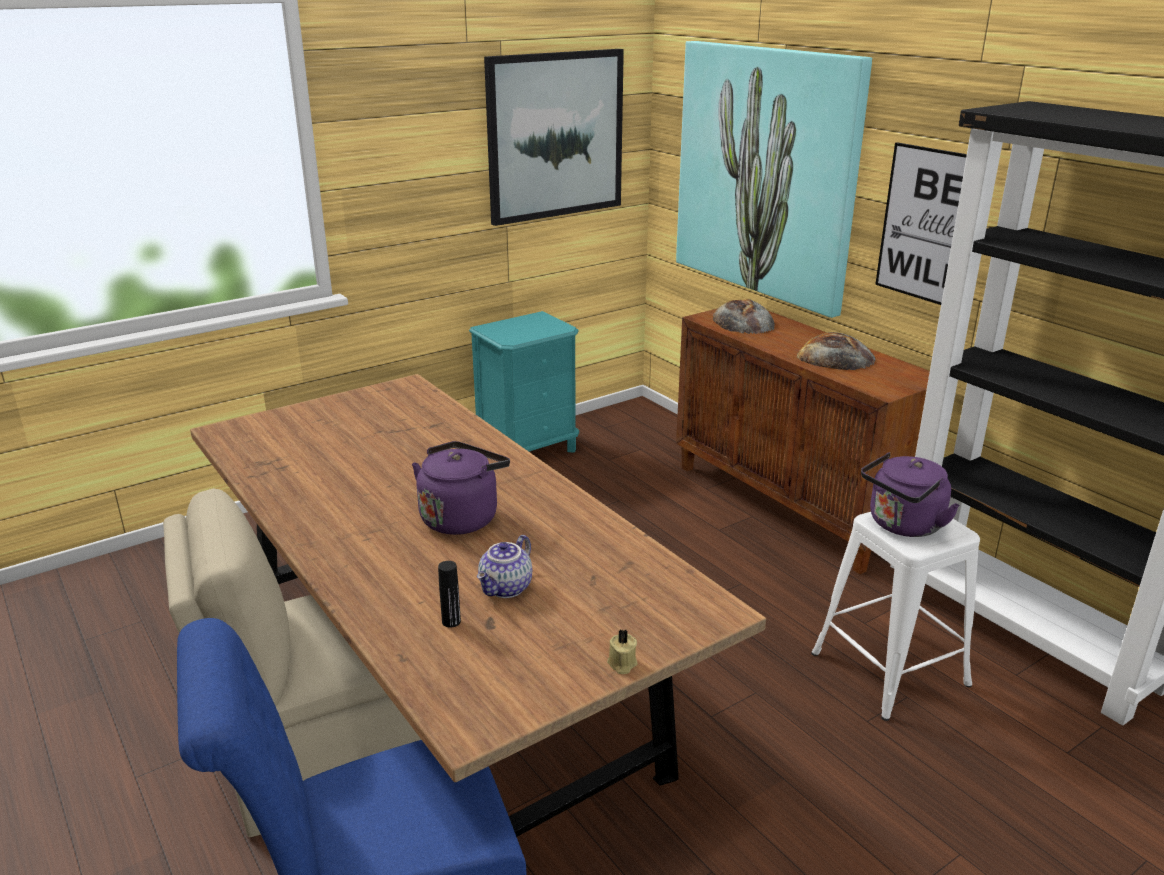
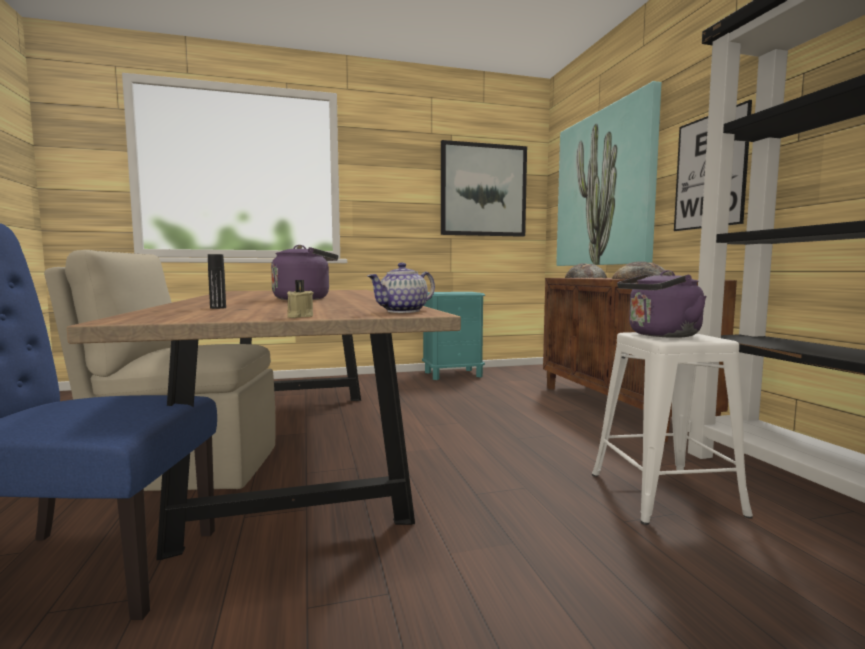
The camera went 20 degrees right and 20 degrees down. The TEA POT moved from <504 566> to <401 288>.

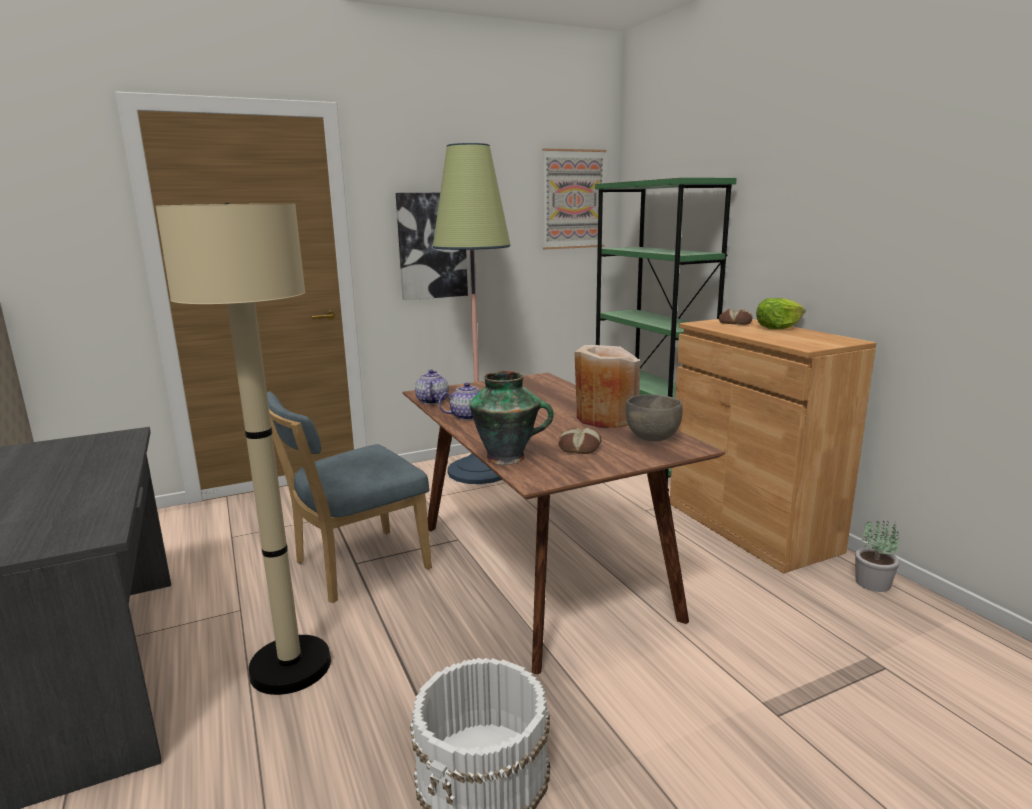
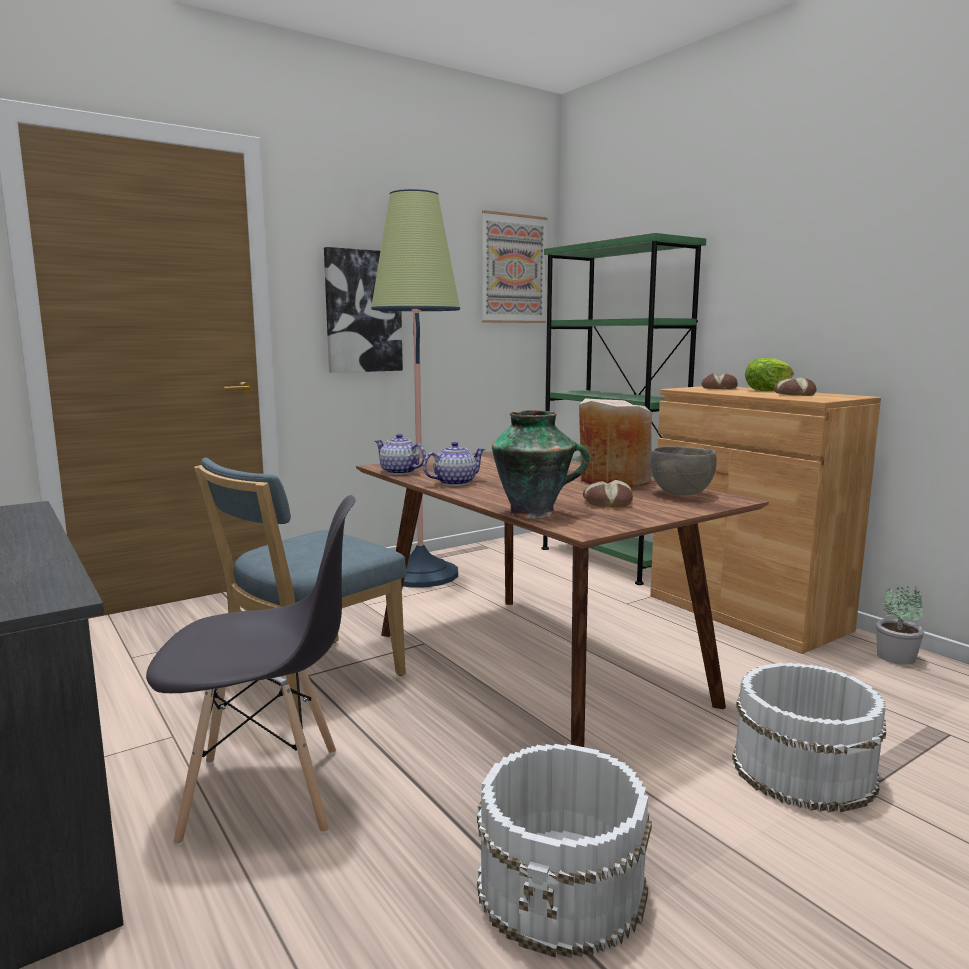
The camera went 10 degrees left and 5 degrees down. The BEIGE STANDING LAMP at <243 449> was replaced by the GREY PLAIN CHAIR at <250 670>. The TEA POT at <432 387> turned 45 degrees counterclockwise. The WHITISH BUCKET at <809 737> appeared. The BAKERY BREAD at <795 386> appeared.

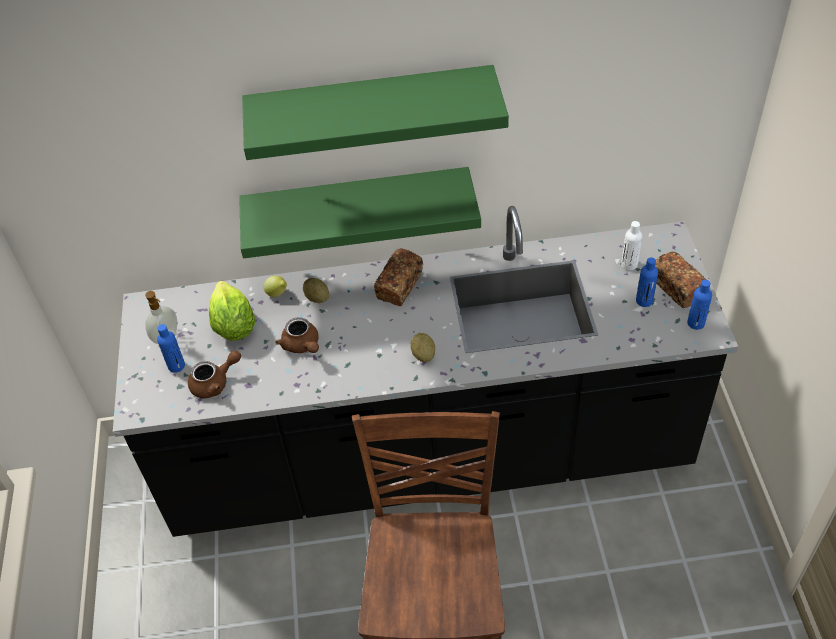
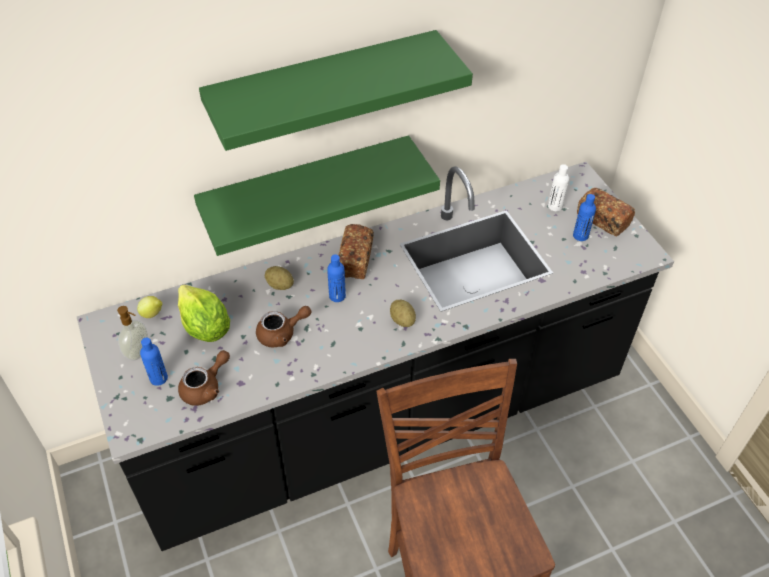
The camera went 20 degrees left and 0 degrees up. The CITRUS FRUIT moved from <275 286> to <150 307>. The BROWN TEA POT at <297 335> turned 60 degrees counterclockwise. The BLUE BEVERAGE BOTTLE moved from <699 305> to <336 278>.

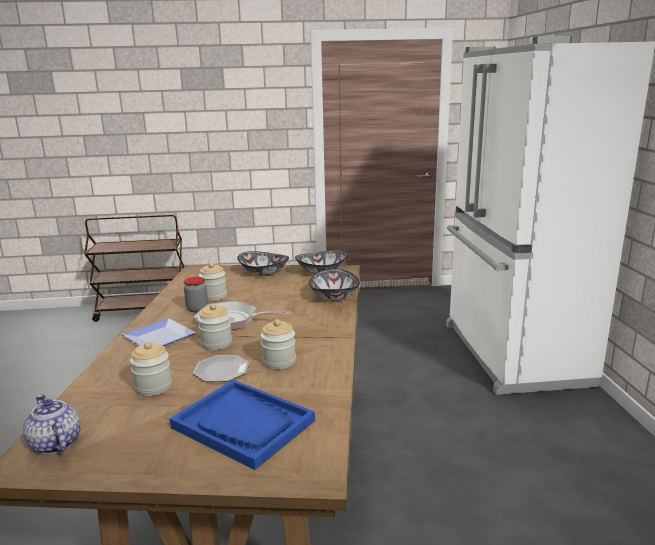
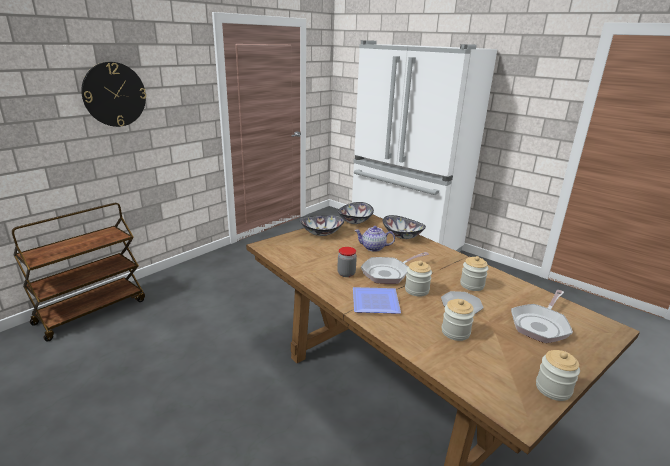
The camera went 45 degrees left and 5 degrees up. The CLOCK ON THE WALL at <113 94> appeared. The TEA POT moved from <52 424> to <375 239>. The BLUE SERVING TRAY at <242 425> was replaced by the FRYING PAN at <542 316>. The JAR moved from <213 282> to <558 375>.

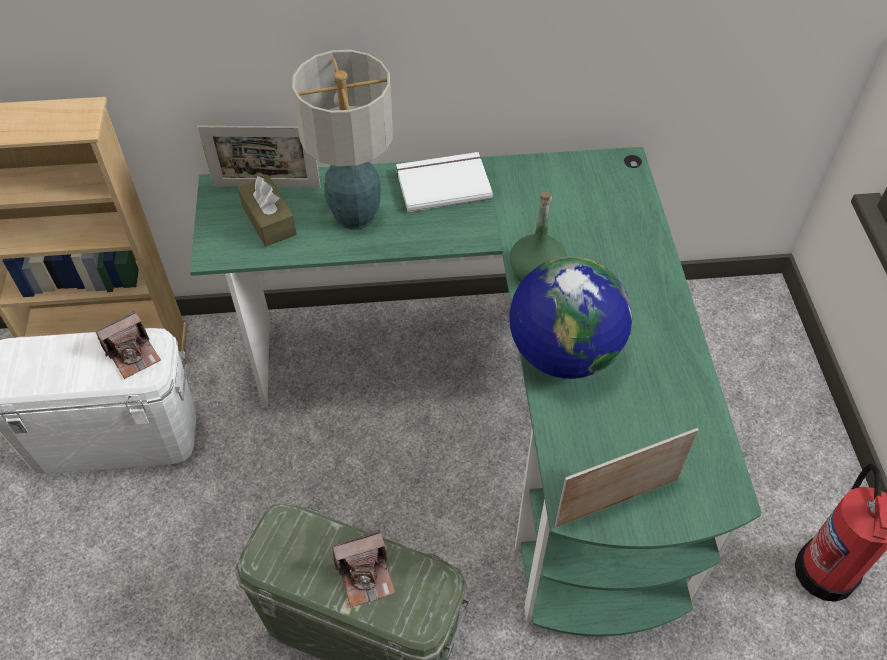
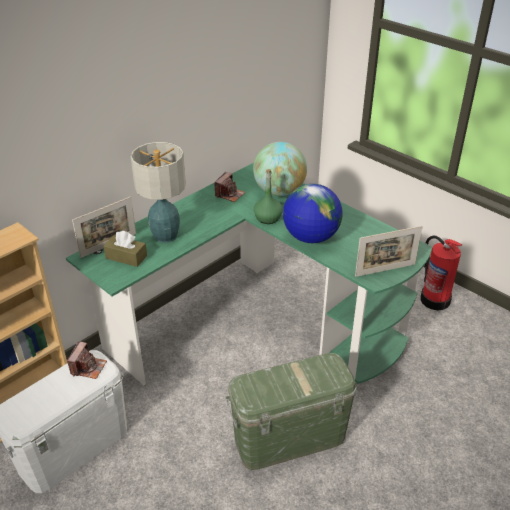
The camera went 40 degrees left and 15 degrees down. The PHOTO CAMERA moved from <363 568> to <229 187>. The GLOBE at <280 169> appeared. The PICTURE FRAME at <627 478> turned 135 degrees counterclockwise. The WHITISH VOLUME at <444 182> disappeared.

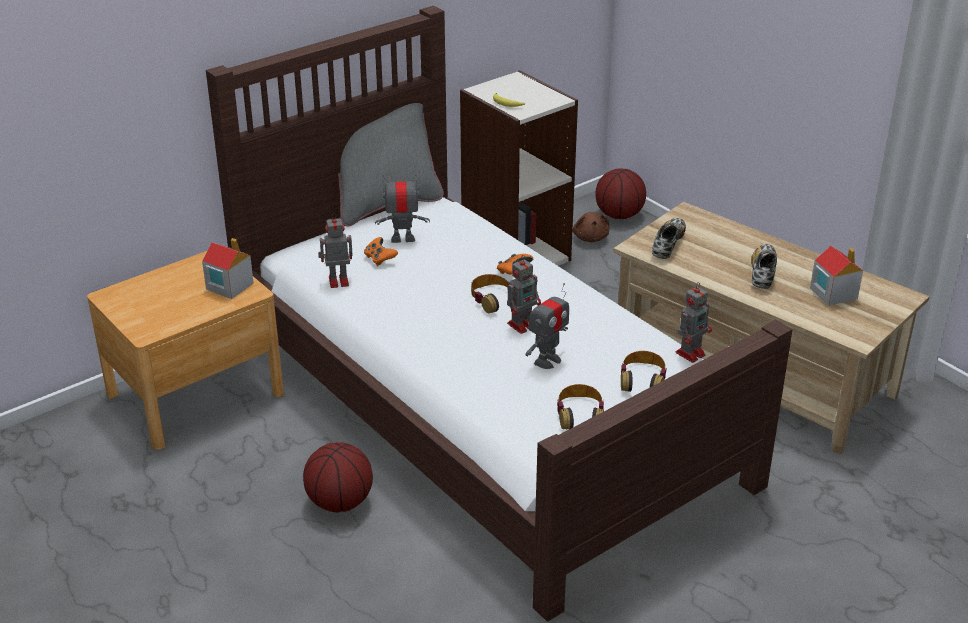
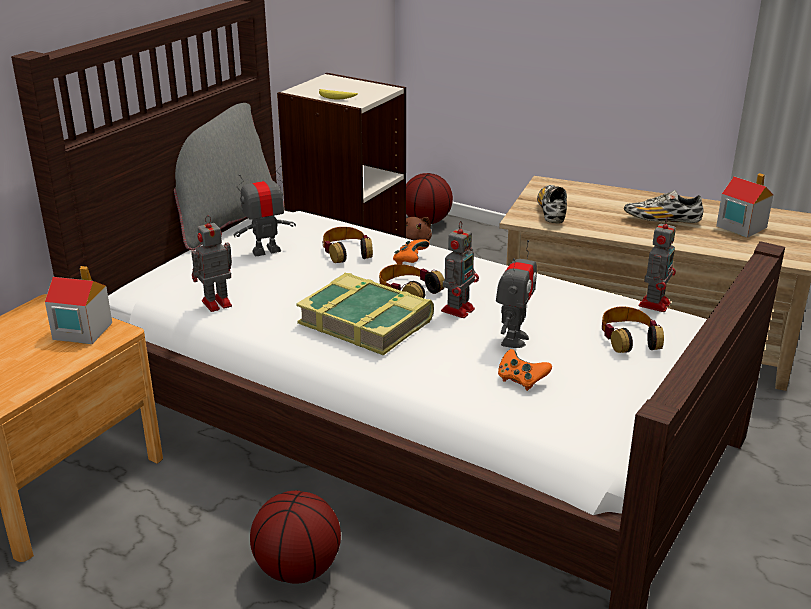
The camera went 20 degrees left and 5 degrees down. The VOLUME at <365 314> appeared. The HEADSET moved from <580 406> to <348 245>. The ORANGE GAME CONTROLLER moved from <381 251> to <525 370>. The ITEM OF FOOTWEAR at <764 266> turned 75 degrees counterclockwise.

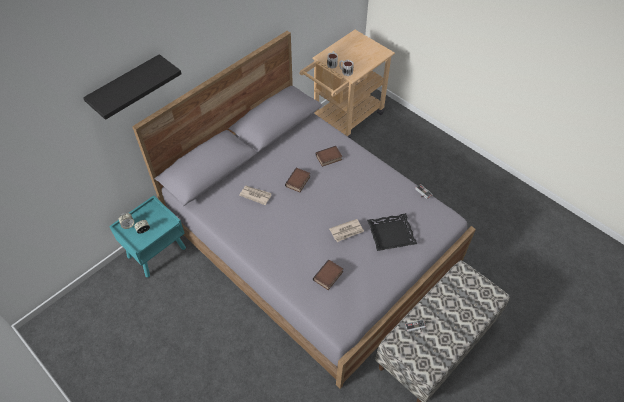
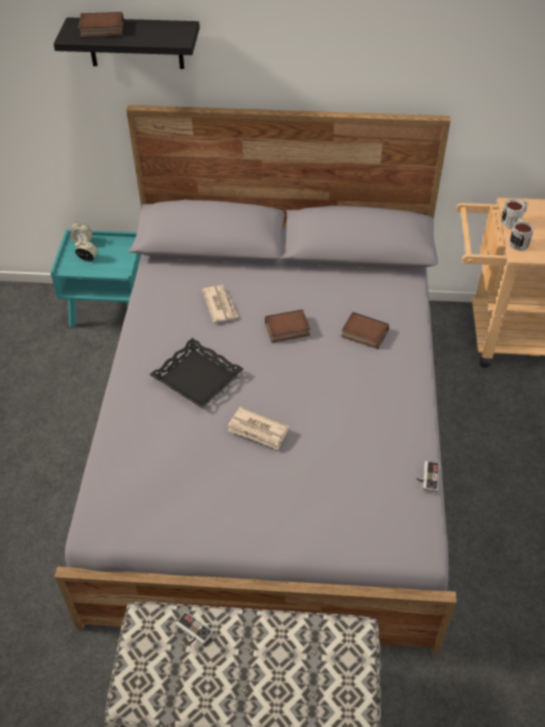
The camera went 50 degrees right and 5 degrees down. The VOLUME moved from <328 274> to <101 25>. The BLACK SERVING TRAY moved from <392 232> to <196 373>.

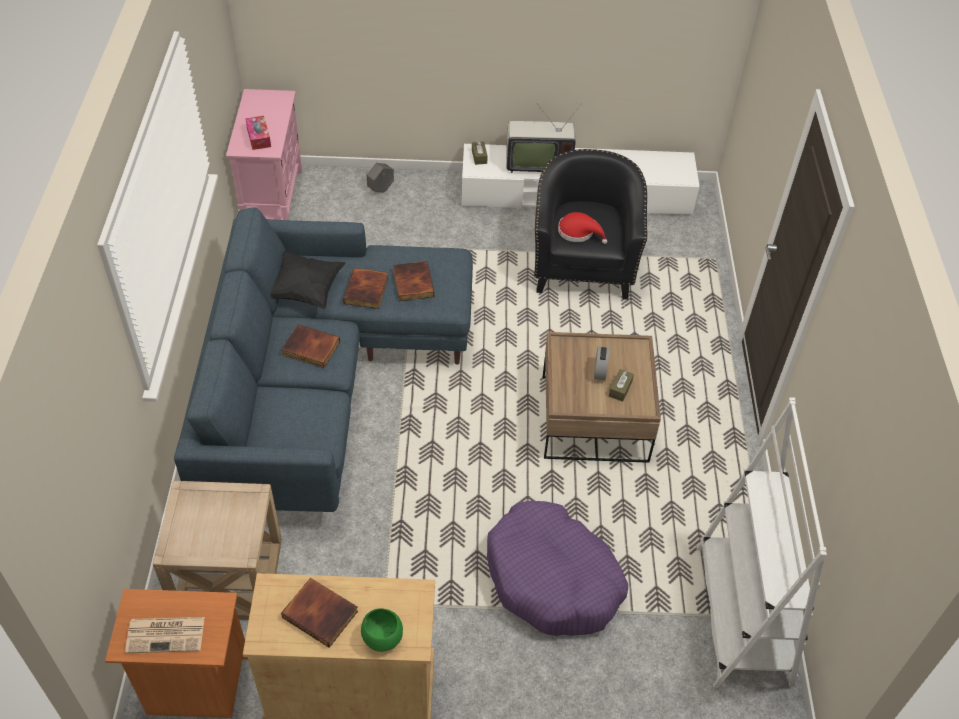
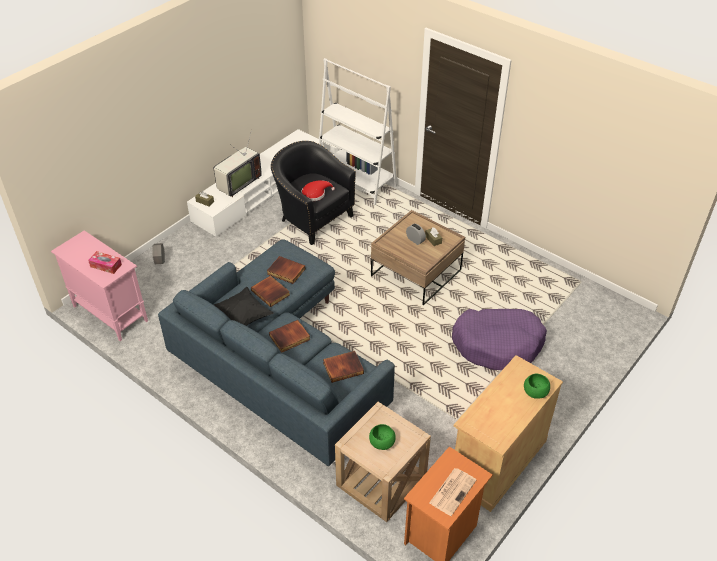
The camera went 50 degrees left and 5 degrees down. The WHITISH SHELVING UNIT moved from <762 542> to <358 131>. The VOLUME moved from <319 613> to <343 367>. The GREEN-COLOURED SERVING BOWL at <382 437> appeared.

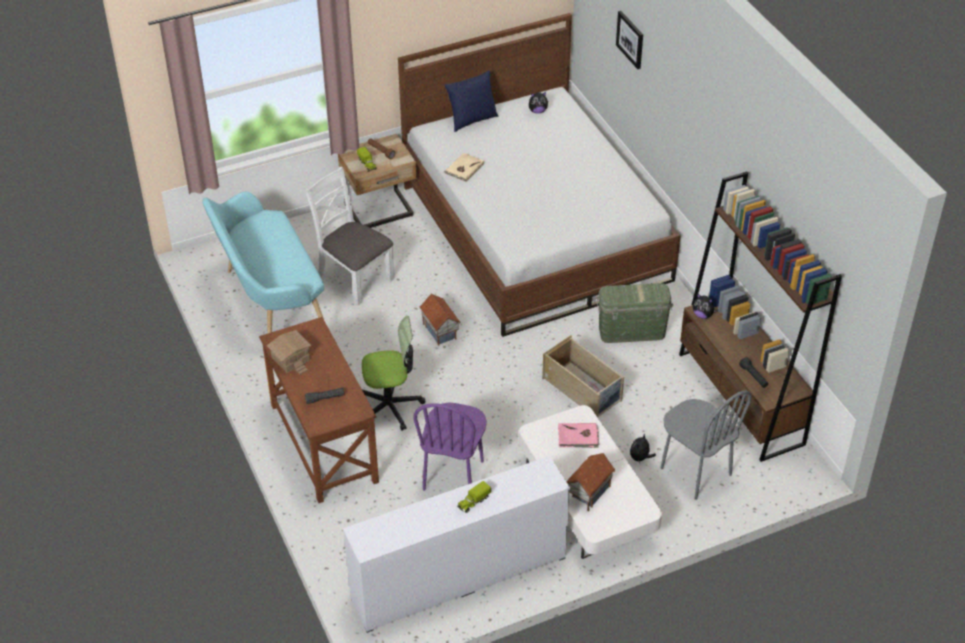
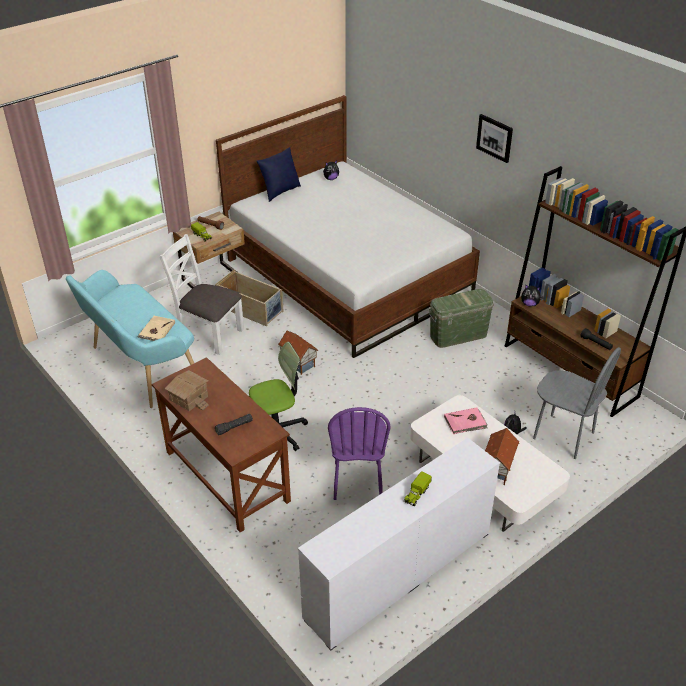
The camera went 15 degrees left and 5 degrees down. The BEIGE VOLUME moved from <464 167> to <156 328>. The BEIGE STORAGE CONTAINER moved from <583 376> to <249 297>. The PICTURE moved from <629 40> to <494 138>.

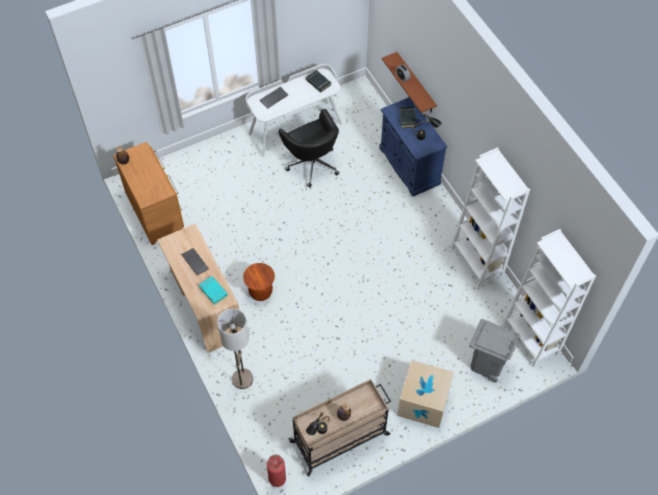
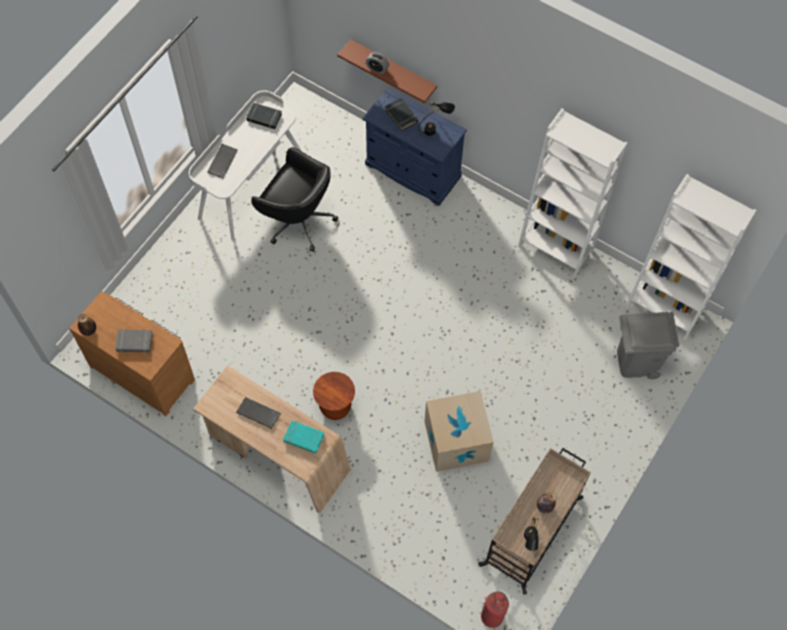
The camera went 30 degrees left and 5 degrees up. The GREY VOLUME at <134 341> appeared. The PACKING BOX moved from <425 394> to <459 431>. The STANDING LAMP at <235 349> disappeared.

